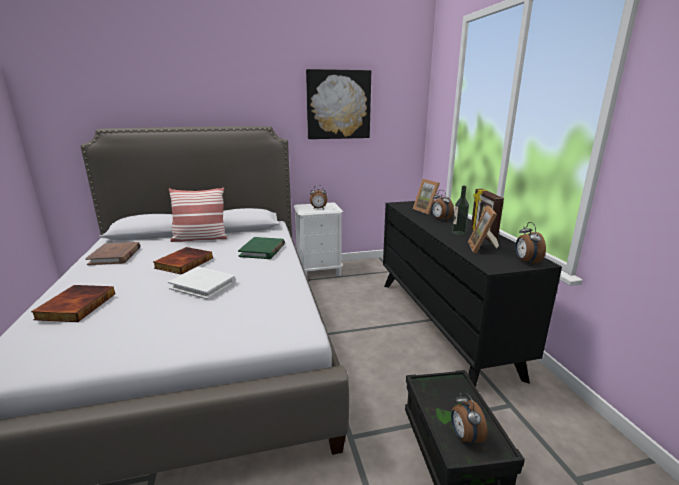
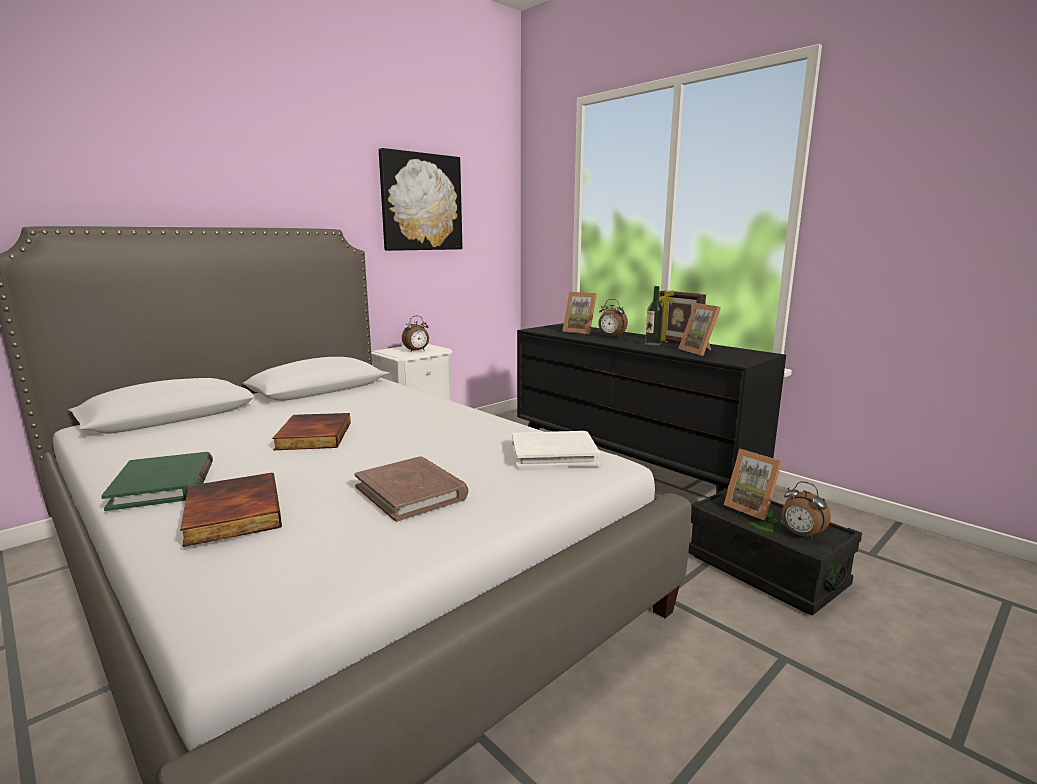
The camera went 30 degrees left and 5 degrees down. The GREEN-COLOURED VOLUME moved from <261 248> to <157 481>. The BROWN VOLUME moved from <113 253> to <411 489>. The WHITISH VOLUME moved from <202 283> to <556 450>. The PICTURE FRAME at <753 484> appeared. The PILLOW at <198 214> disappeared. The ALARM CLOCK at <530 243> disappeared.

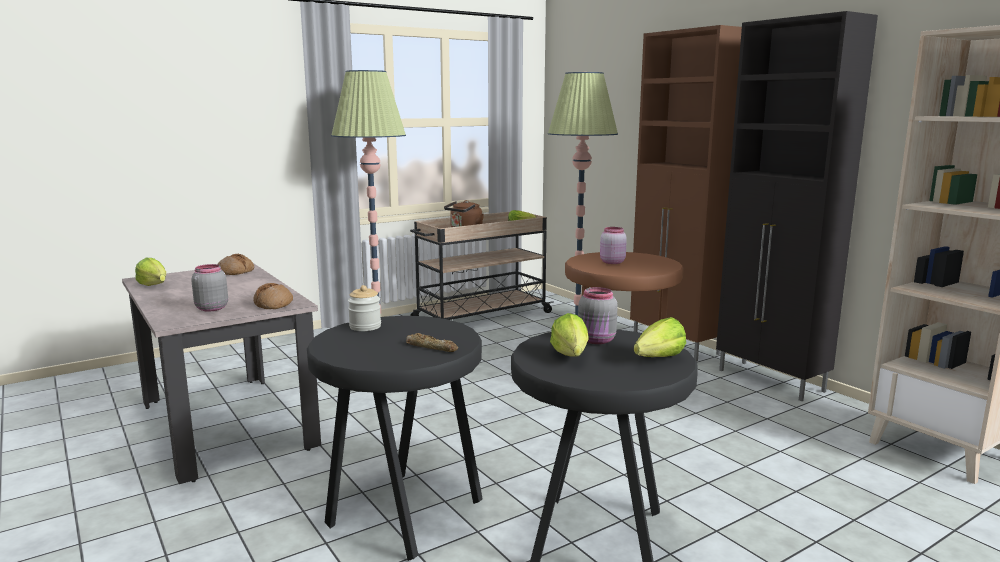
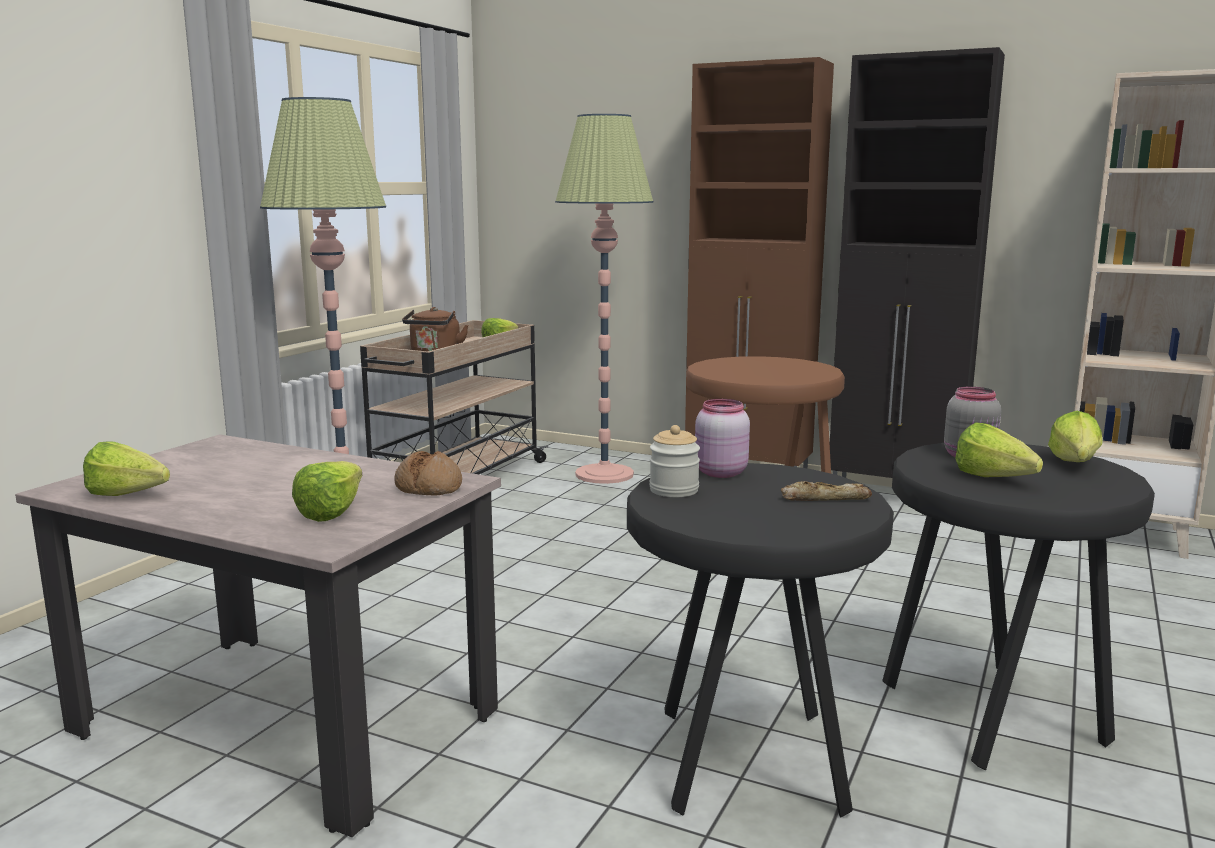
The camera went 30 degrees left and 0 degrees up. The GREY JAR at <209 288> was replaced by the LETTUCE at <327 491>. The PINKISH JAR moved from <613 245> to <722 438>. The BAKERY BREAD at <235 264> disappeared.

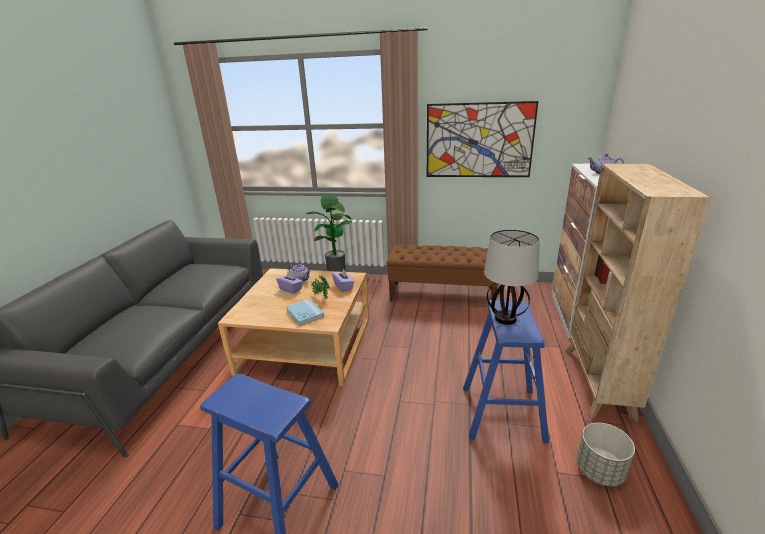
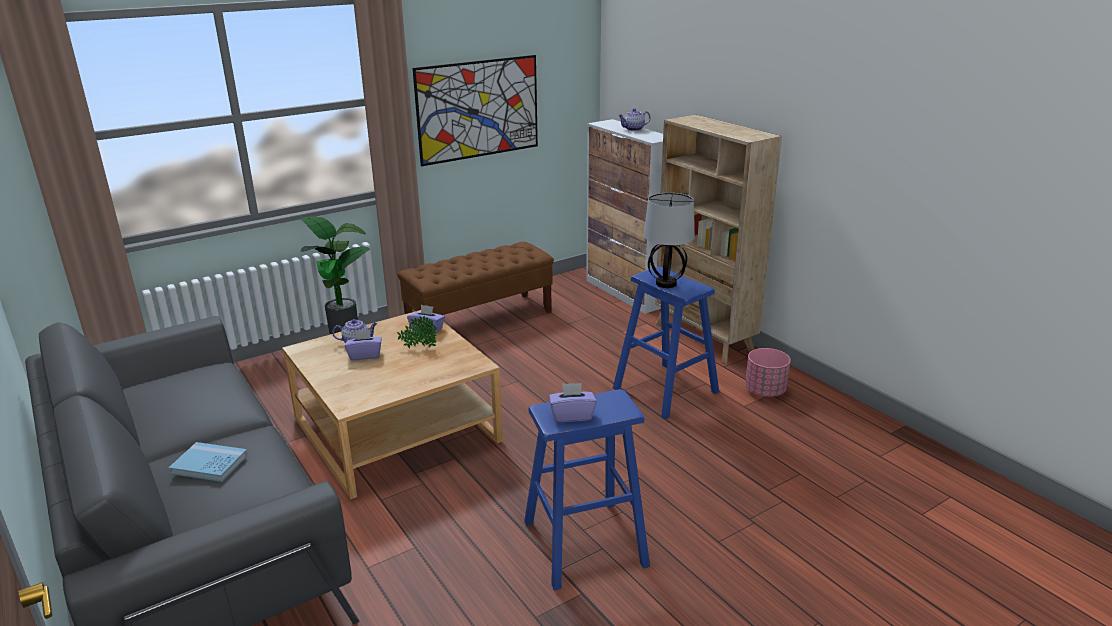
The camera went 45 degrees left and 0 degrees up. The BLUE VOLUME moved from <305 312> to <208 462>. The PURPLE TISSUE BOX at <573 402> appeared. The GREY FLOWER POT at <606 455> became the PINKISH FLOWER POT at <768 372>.

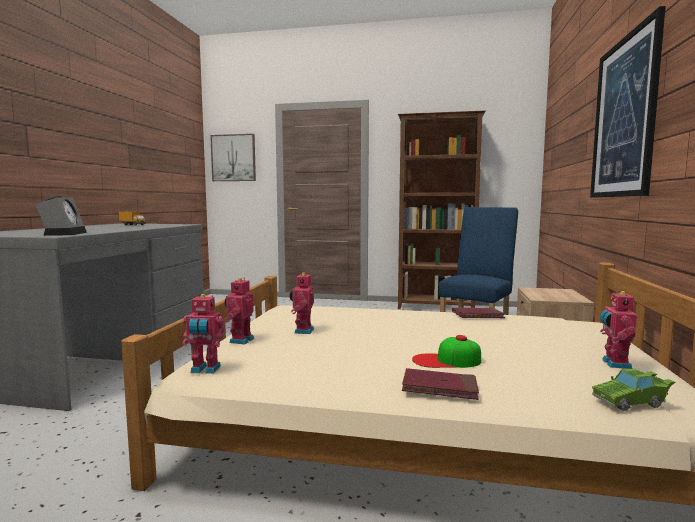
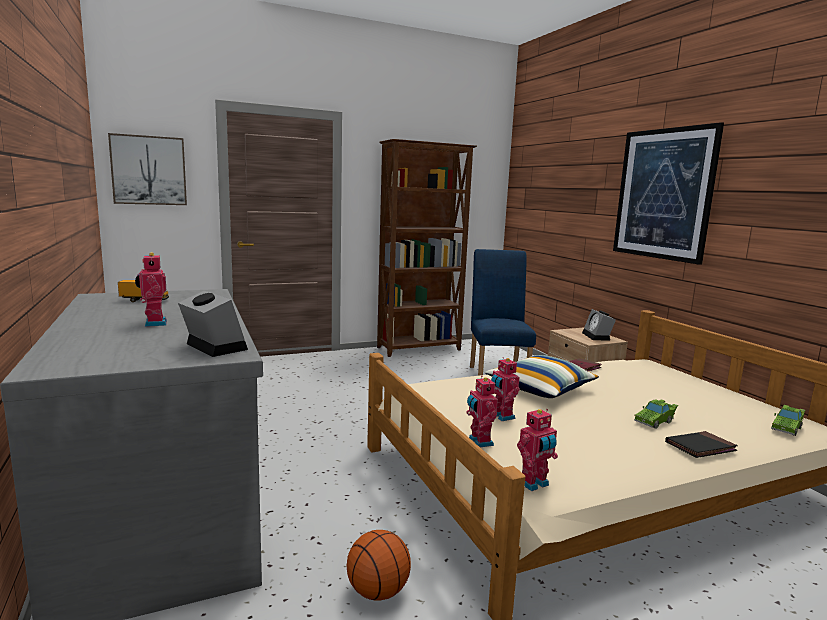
The camera went 35 degrees left and 5 degrees up. The ROBOT FIGURE moved from <618 329> to <151 289>. The BASKETBALL at <379 565> appeared. The PILLOW at <542 376> appeared. The ALARM CLOCK at <599 324> appeared. The CAP at <446 351> was replaced by the GREEN-COLOURED TOY CAR at <656 414>. The RED VOLUME at <440 384> became the BLACK VOLUME at <701 444>.

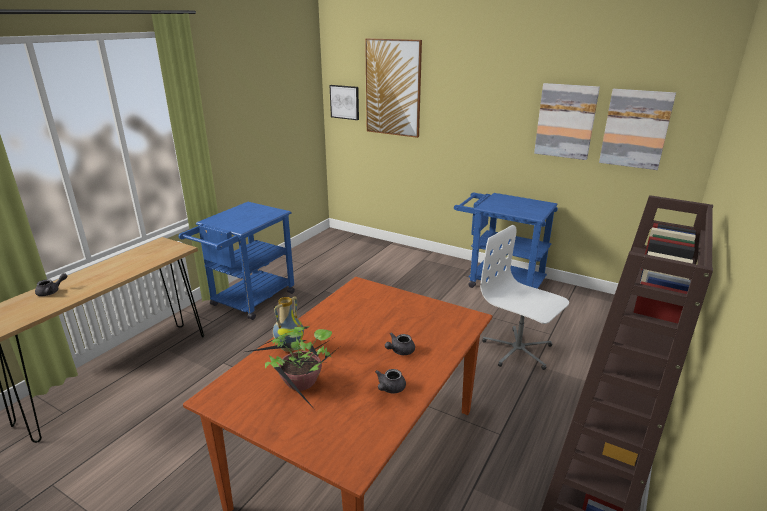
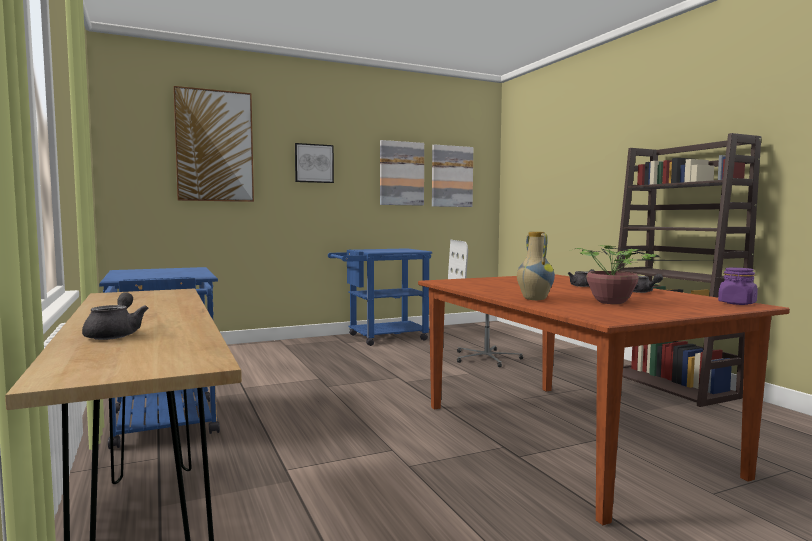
The camera went 55 degrees left and 20 degrees down. The PICTURE moved from <344 102> to <314 163>. The PURPLE JAR at <738 286> appeared.

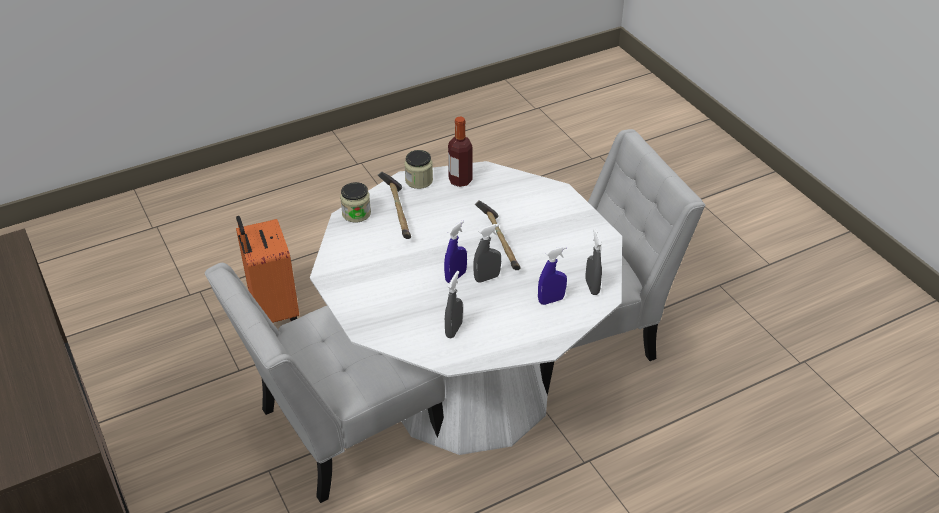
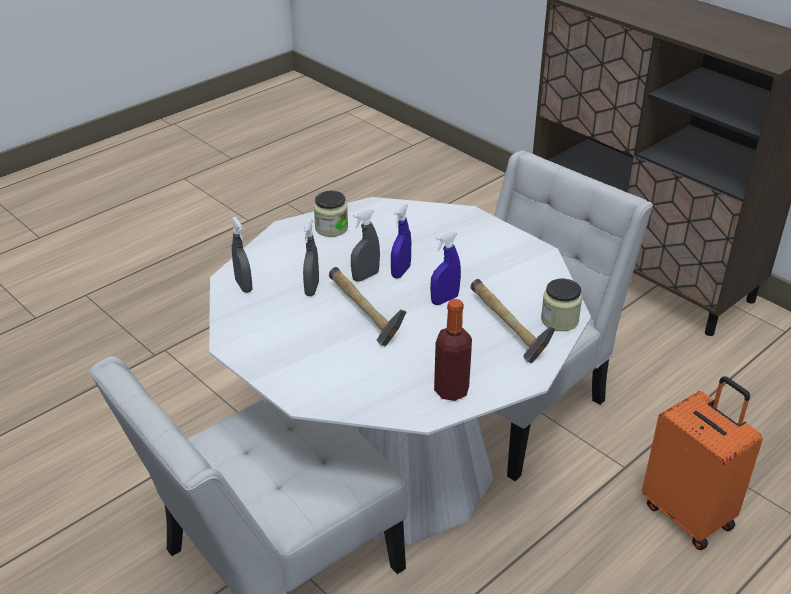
The camera went 165 degrees right and 5 degrees down. The GREY HAND SPRAYER moved from <454 304> to <311 257>. The JAR moved from <418 169> to <331 214>. The BLUE HAND SPRAYER moved from <552 275> to <445 268>.

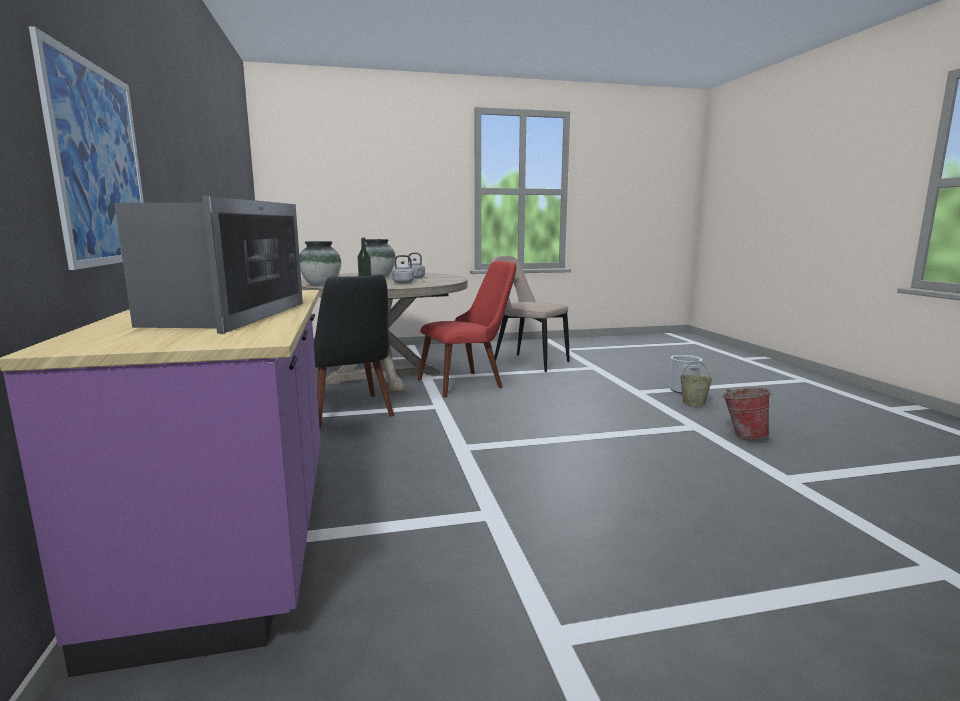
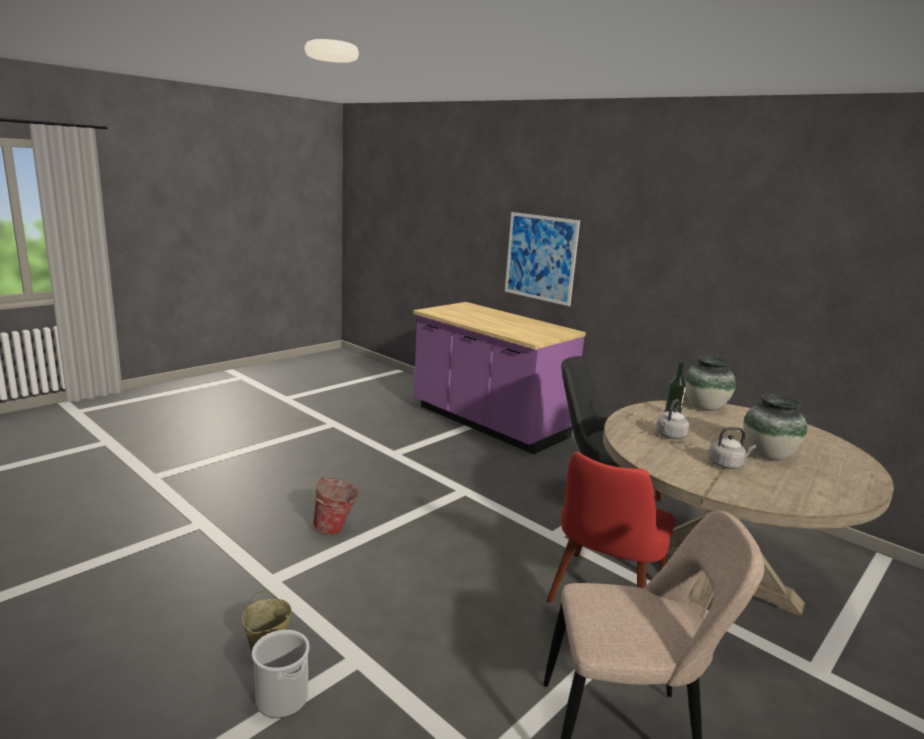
The camera went 145 degrees right and 5 degrees up. The BUCKET moved from <748 413> to <336 505>. The MICROWAVE at <208 264> disappeared.

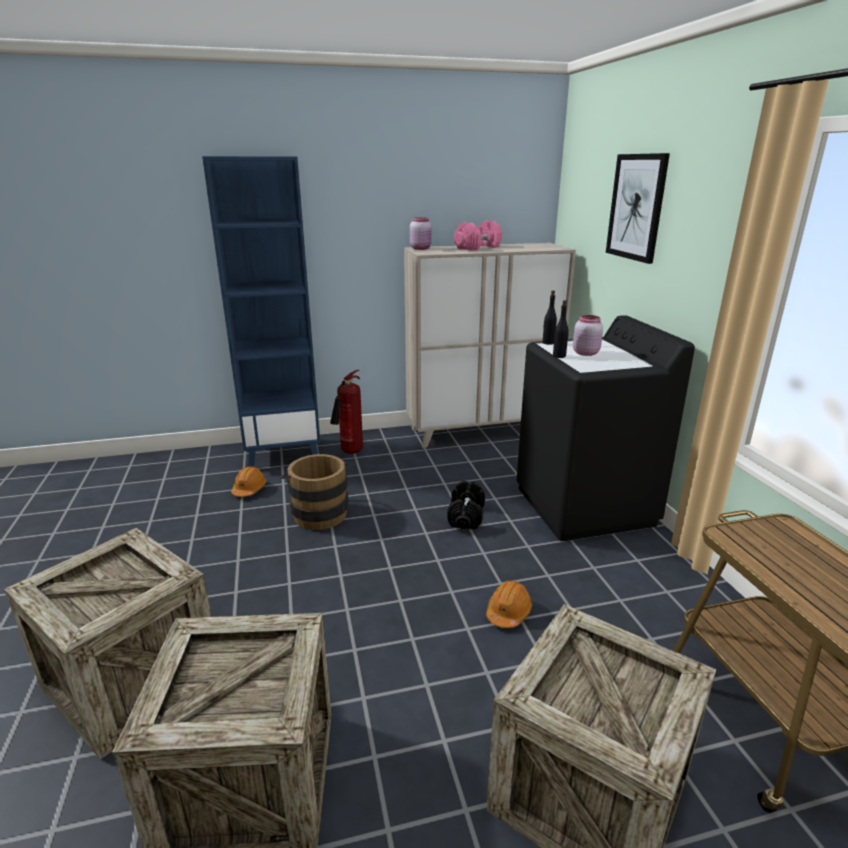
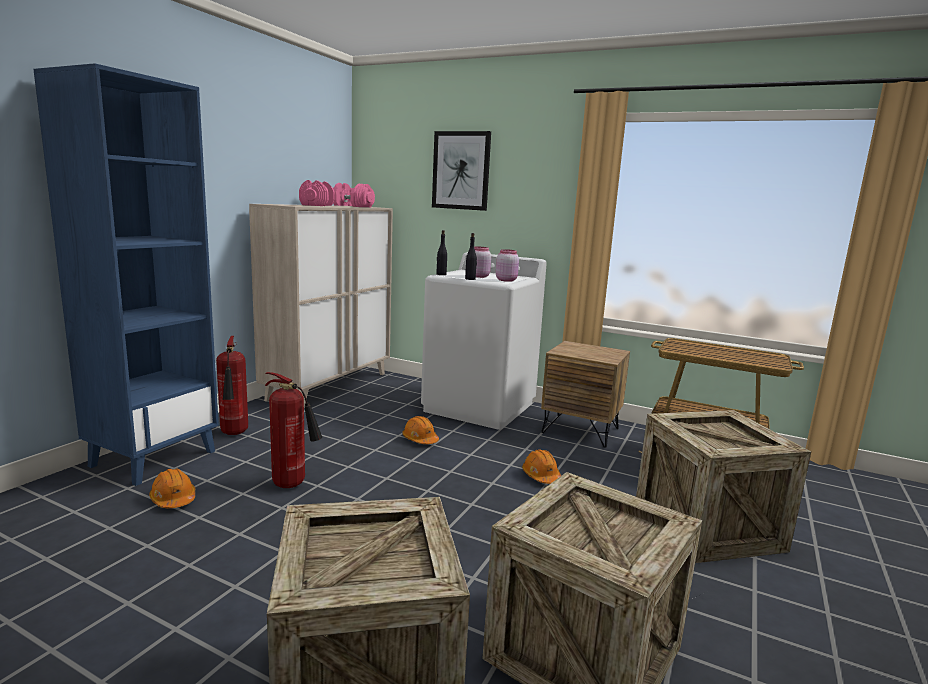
The camera went 50 degrees left and 10 degrees down. The BROWN BUCKET at <314 492> was replaced by the EXTINGUISHER at <293 430>. The PINKISH FREE WEIGHT at <354 195> appeared. The BLACK FREE WEIGHT at <466 505> was replaced by the ORANGE WORK HELMET at <420 430>. The BLACK WASHING MACHINE at <606 428> became the WHITISH WASHING MACHINE at <484 341>. The PINKISH JAR moved from <421 233> to <507 265>. The BROWN BEDSIDE TABLE at <585 394> appeared.

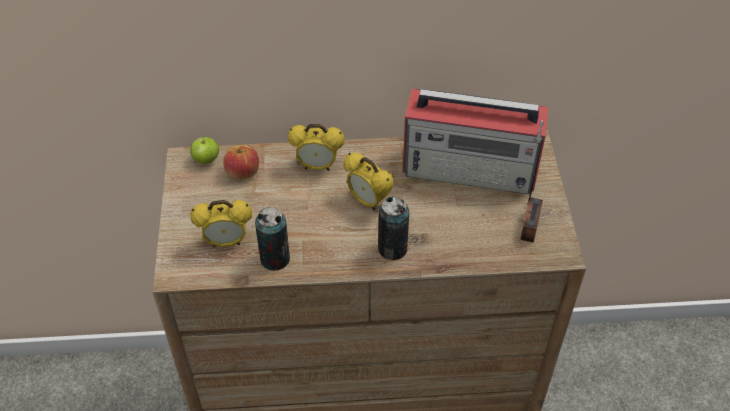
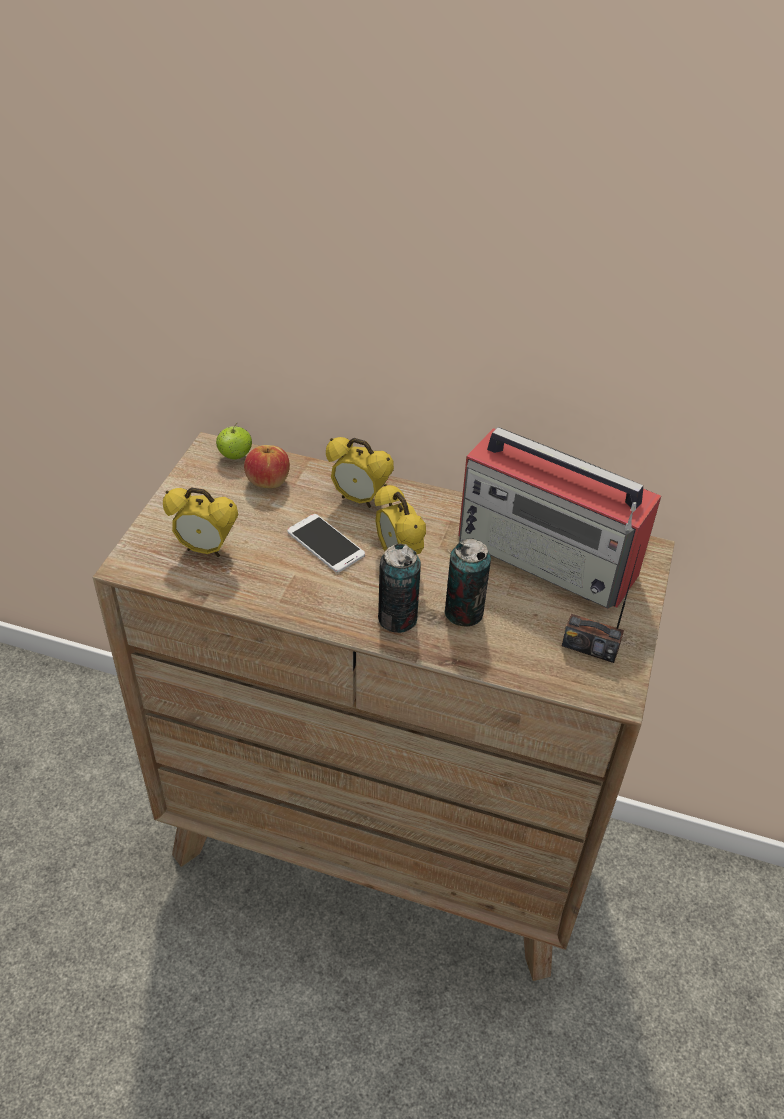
The camera went 20 degrees right and 5 degrees down. The TELEPHONE at <326 543> appeared. The METAL CAN moved from <272 239> to <468 583>. The RADIO SET at <531 193> turned 75 degrees clockwise.

